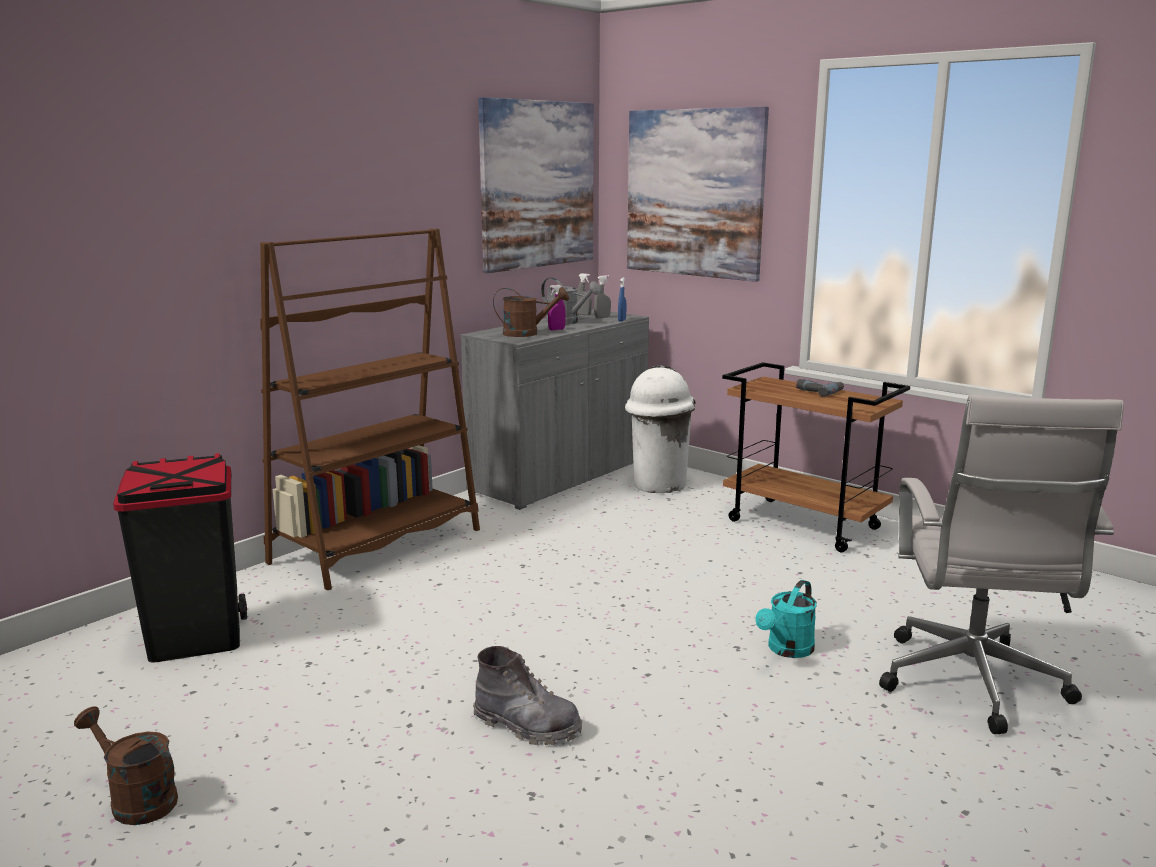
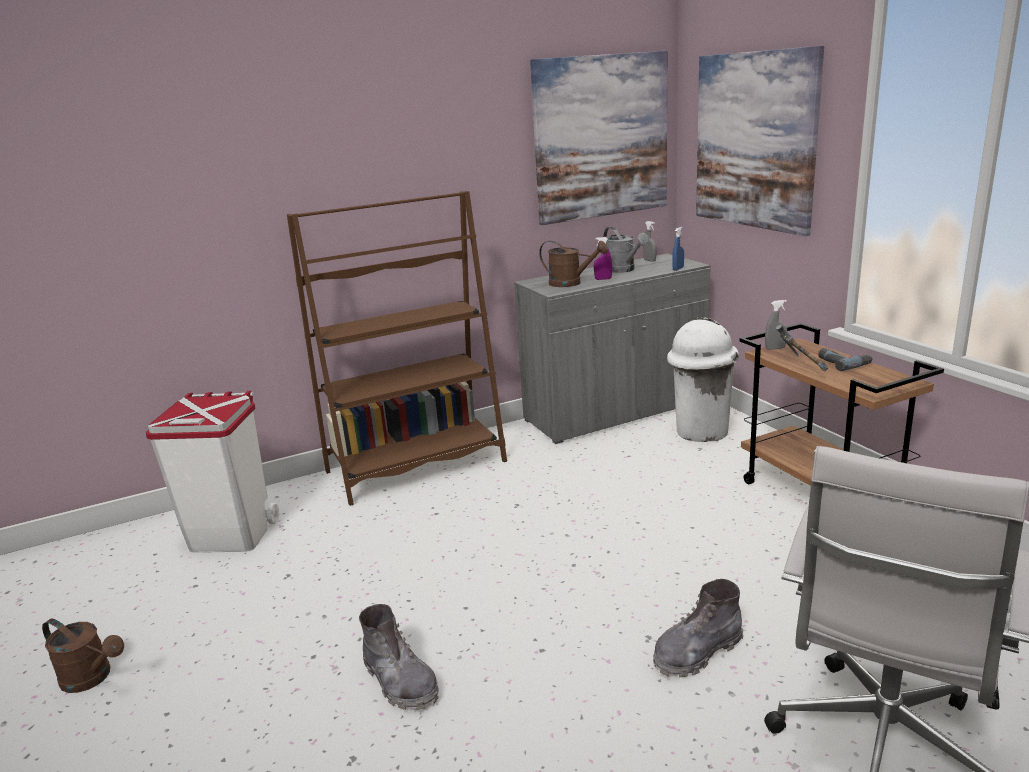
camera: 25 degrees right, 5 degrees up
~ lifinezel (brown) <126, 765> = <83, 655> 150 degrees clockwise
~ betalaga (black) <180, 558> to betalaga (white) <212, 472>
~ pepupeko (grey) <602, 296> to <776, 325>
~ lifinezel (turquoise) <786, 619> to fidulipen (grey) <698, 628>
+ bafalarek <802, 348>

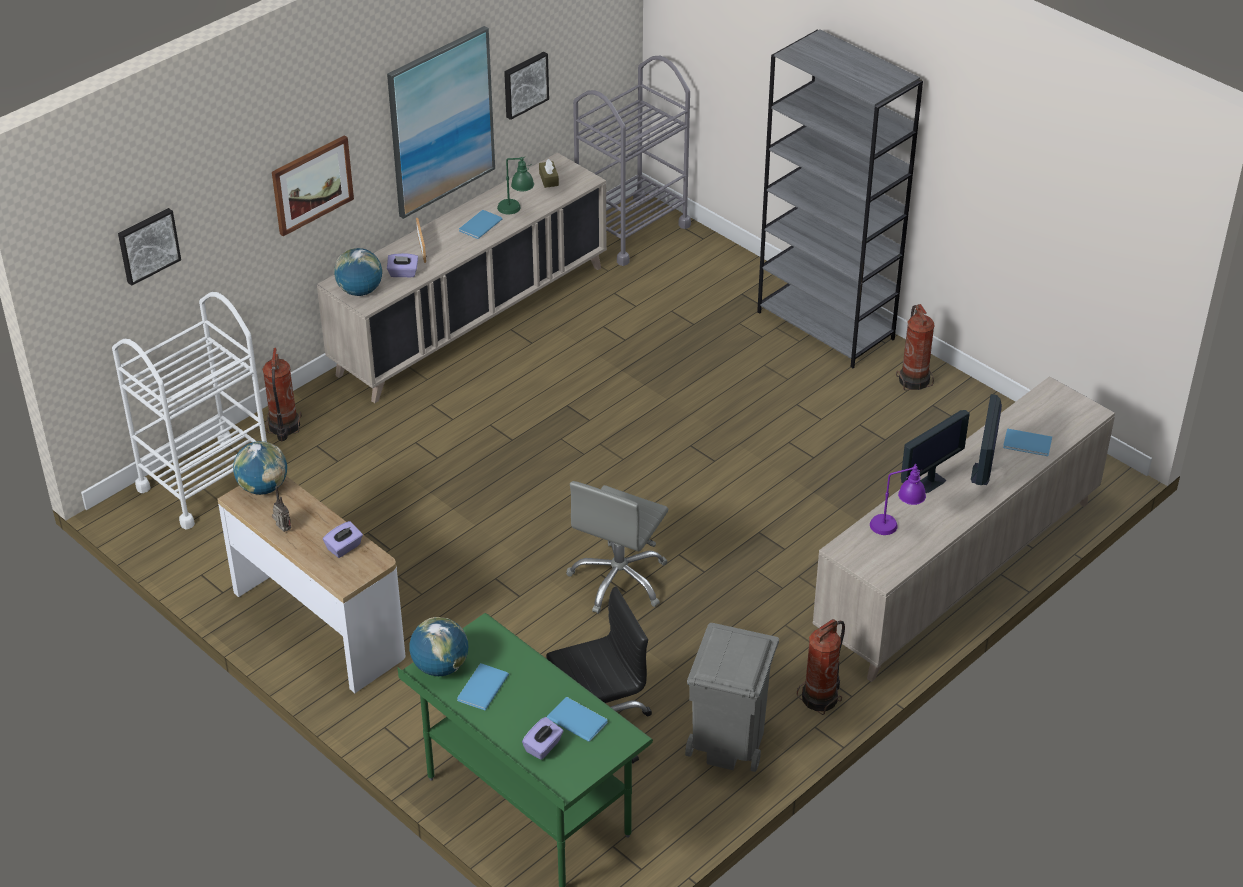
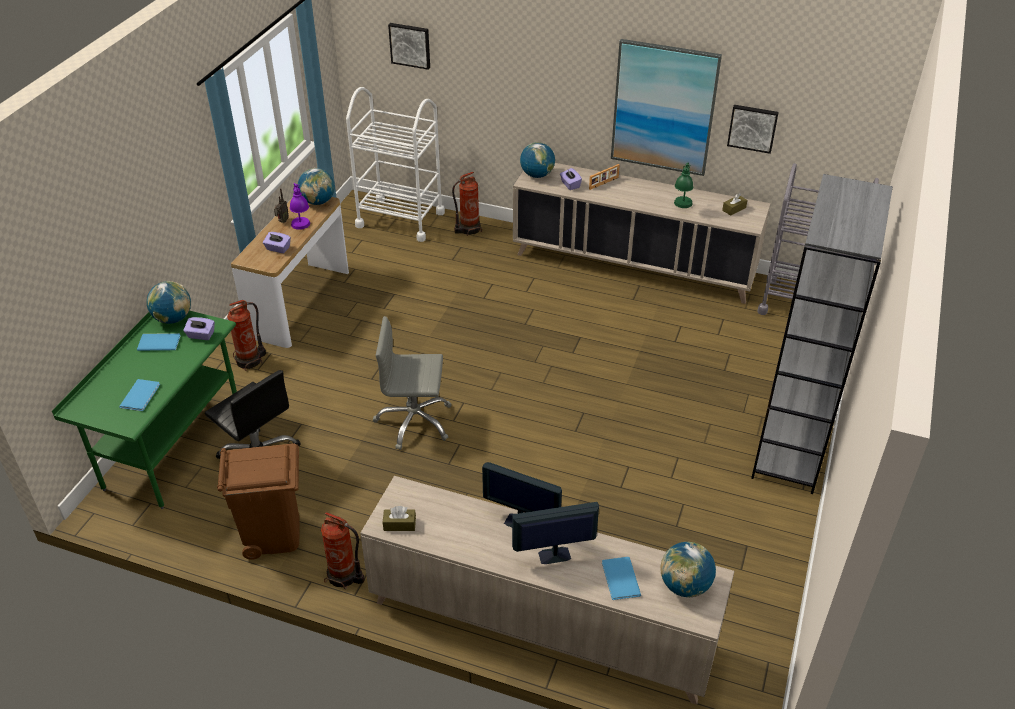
camera: 65 degrees right, 0 degrees up
- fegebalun <313, 185>
- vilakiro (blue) <481, 224>
~ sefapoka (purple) <542, 738> to <199, 328>
~ betalaga (grey) <732, 697> to betalaga (brown) <258, 501>
~ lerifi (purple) <898, 499> to <300, 206>
~ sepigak <915, 347> to <246, 335>
+ sefapoka (brown) <399, 518>
+ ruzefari <688, 569>

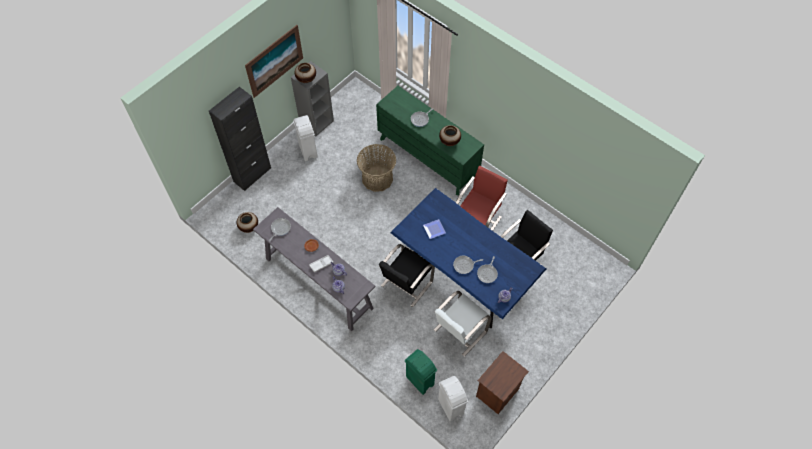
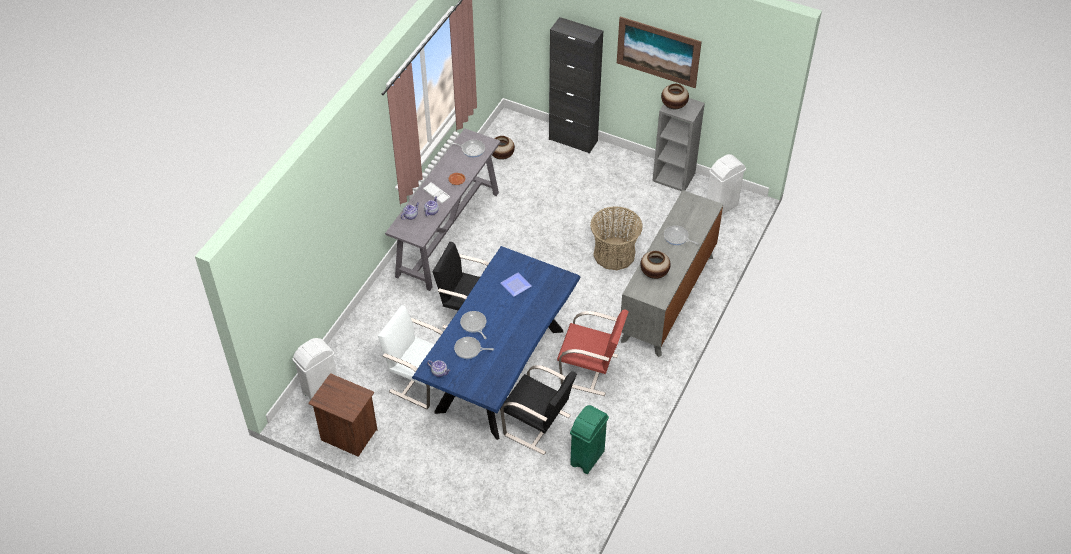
camera: 75 degrees right, 10 degrees down
~ betalaga (white) <305, 138> to <726, 184>
~ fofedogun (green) <430, 140> to fofedogun (grey) <672, 273>
~ betalaga (green) <421, 372> to <589, 439>

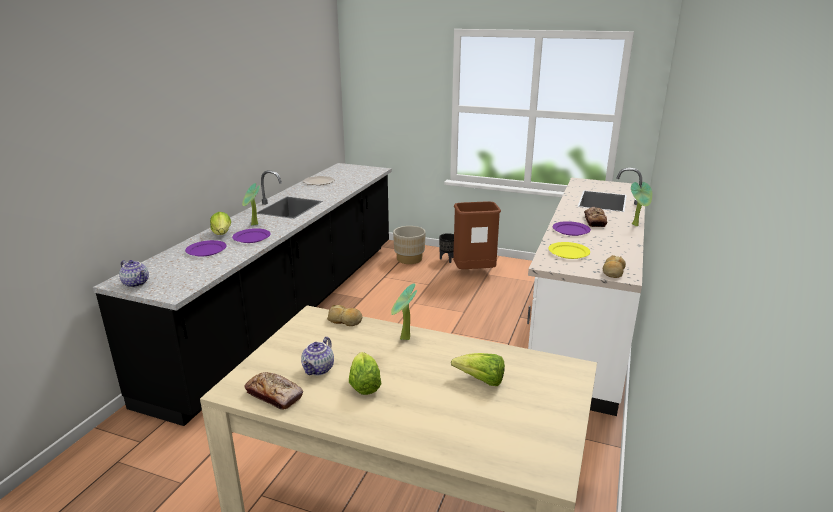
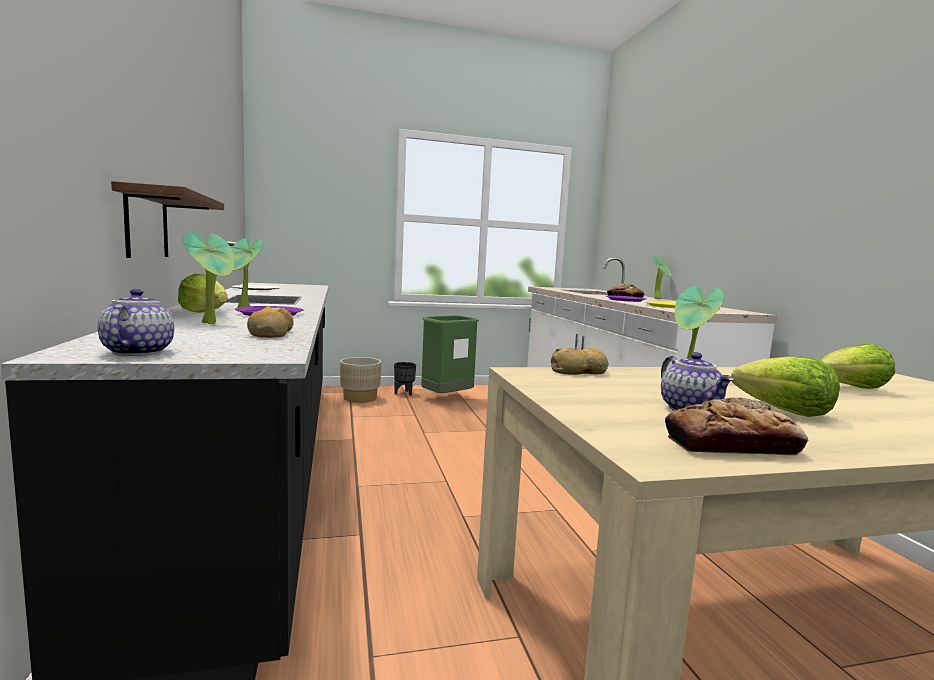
camera: 35 degrees left, 15 degrees down
~ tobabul <134, 274> = <136, 322> 105 degrees counterclockwise
~ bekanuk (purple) <206, 248> to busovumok <208, 278>
~ betalaga (brown) <477, 235> to betalaga (green) <450, 354>
~ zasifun <614, 266> to <270, 322>
+ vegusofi <167, 219>

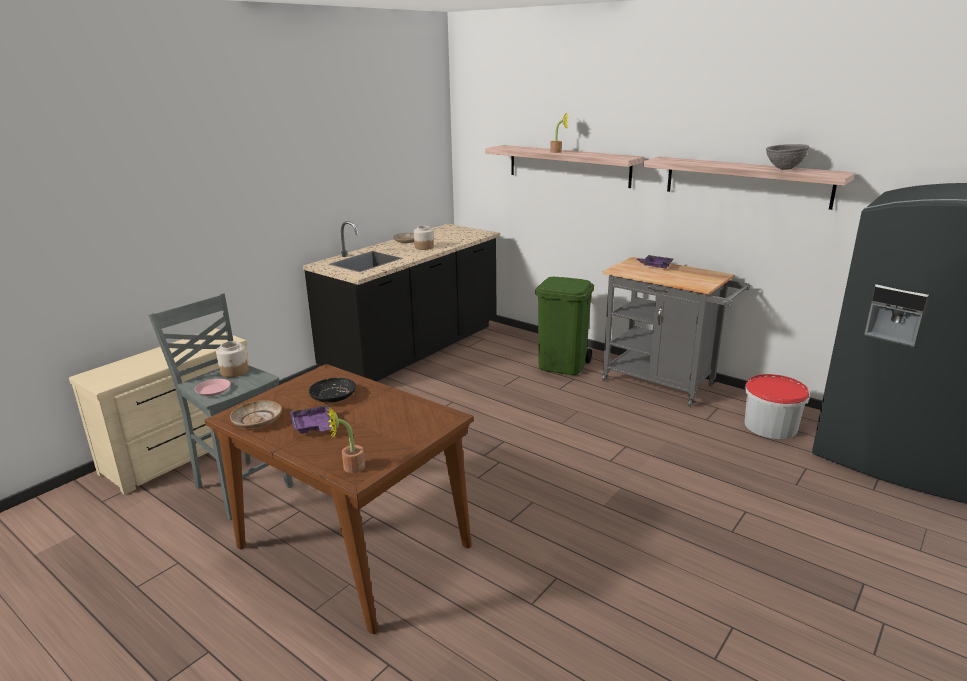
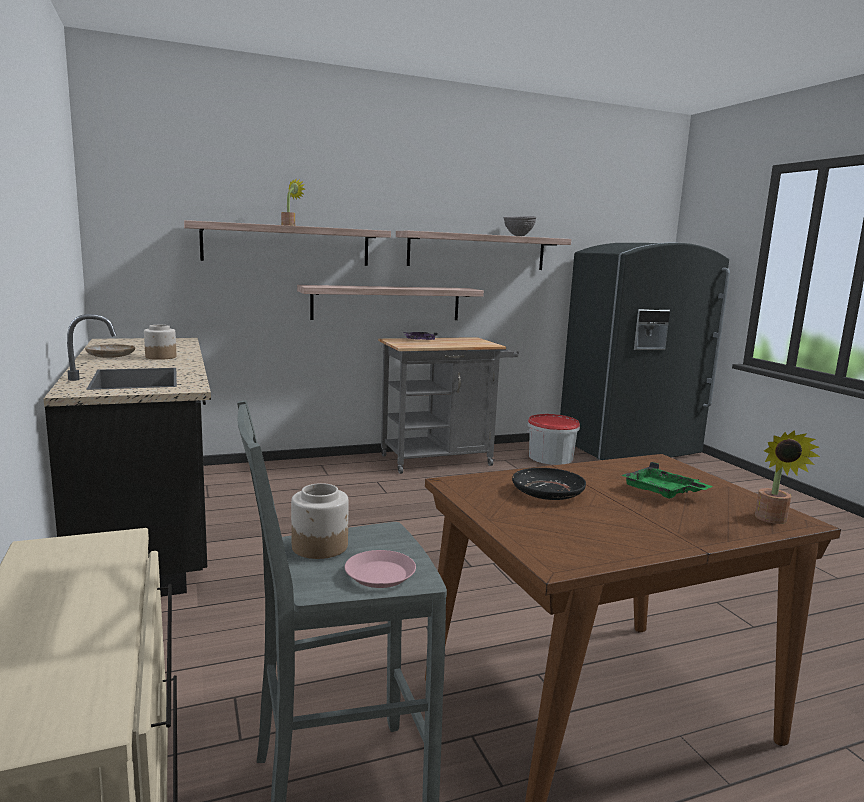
camera: 60 degrees left, 10 degrees down
- bekanuk (beige) <256, 414>
- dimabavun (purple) <311, 418>
- betalaga (green) <564, 326>
+ vegusofi <390, 302>
+ dimabavun (green) <667, 480>

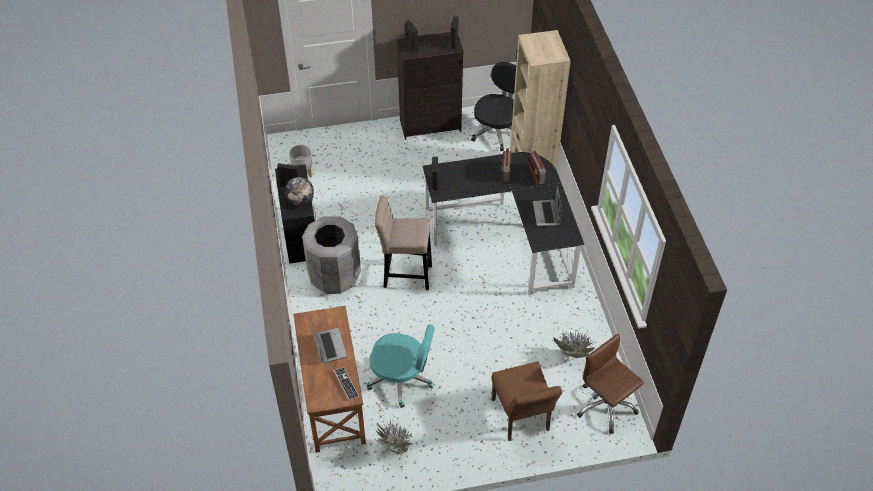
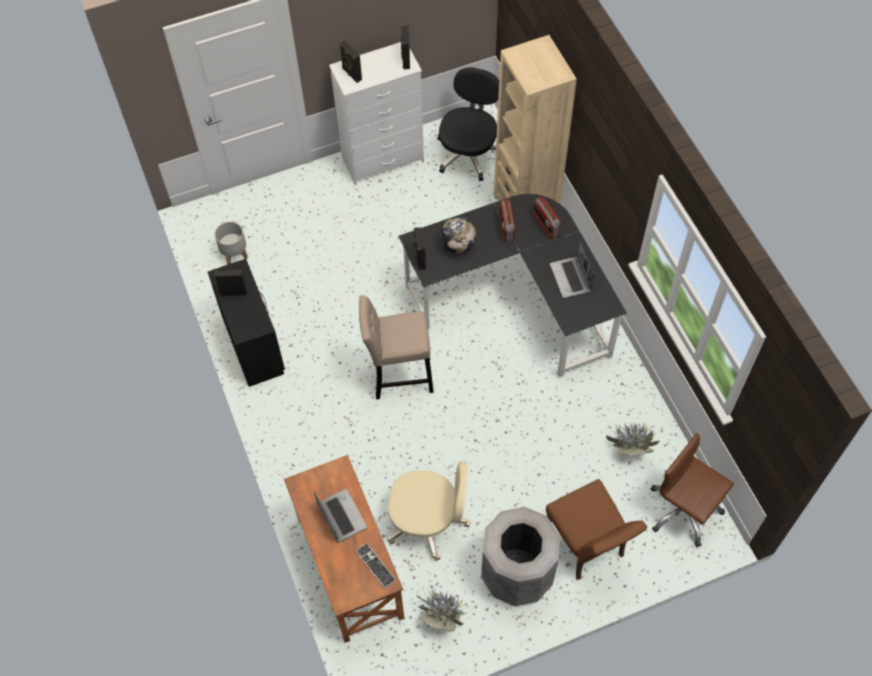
camera: 10 degrees left, 10 degrees up
~ ruzefari <299, 191> to <458, 235>
~ betalaga (grey) <331, 255> to <520, 556>
~ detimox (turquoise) <401, 366> to detimox (beige) <429, 511>
~ fofedogun (black) <430, 86> to fofedogun (white) <376, 113>

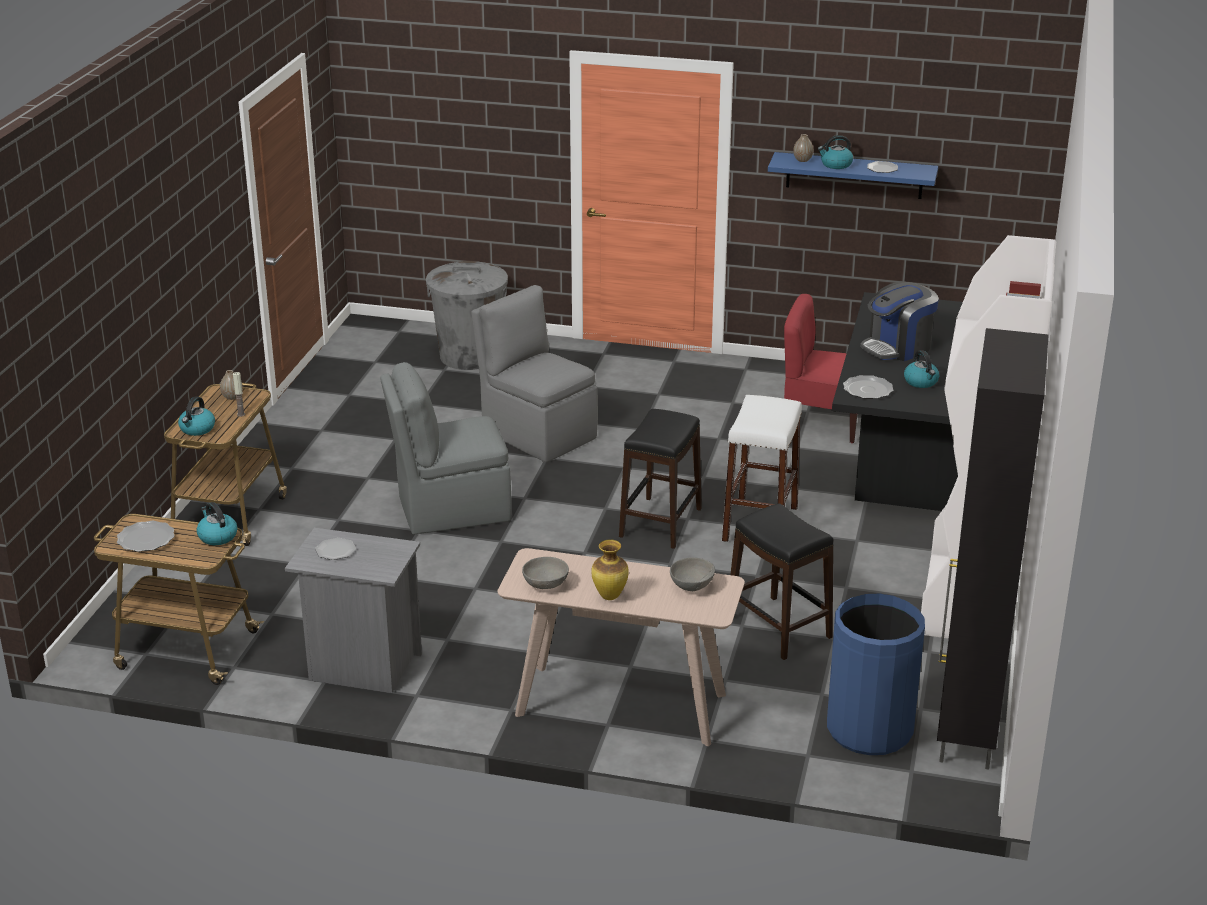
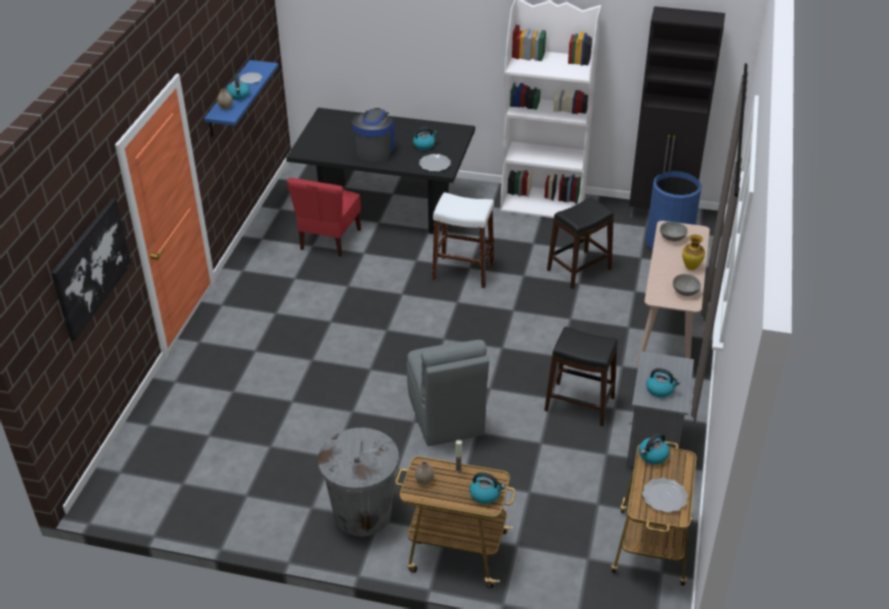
camera: 90 degrees left, 10 degrees up
~ bekanuk <335, 549> to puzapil <663, 383>
~ betalaga (grey) <467, 315> to <358, 482>
- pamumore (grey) <534, 373>
~ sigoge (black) <660, 479> to <581, 376>
~ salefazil <899, 321> = <373, 135> 135 degrees counterclockwise
+ fegebalun <91, 269>

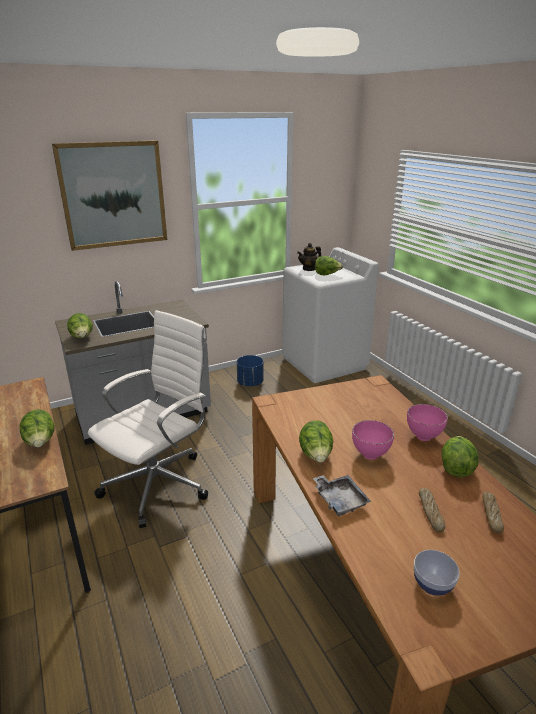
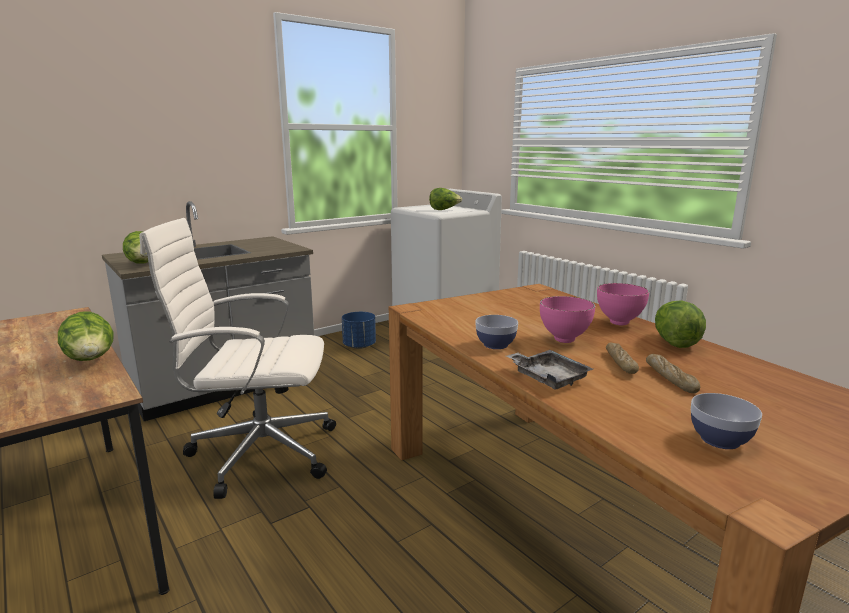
camera: 10 degrees left, 10 degrees down
- fegebalun <109, 195>
~ detimox (white) <148, 419> = <237, 358> 120 degrees counterclockwise
- tobabul <309, 257>
~ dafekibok <316, 441> to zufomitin <496, 332>
~ zasifun <493, 513> to <622, 358>

